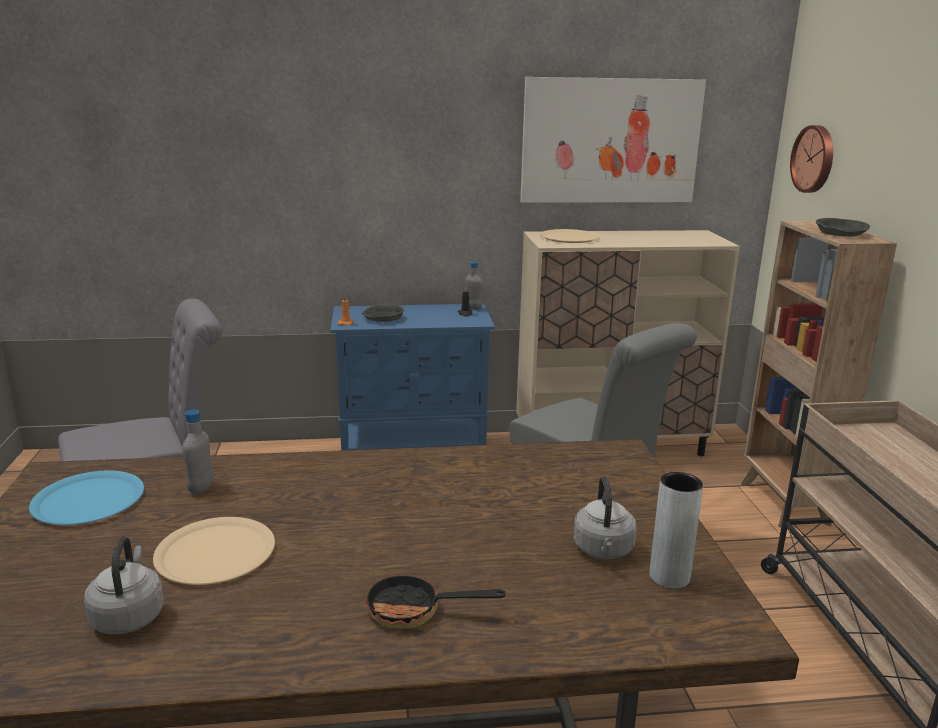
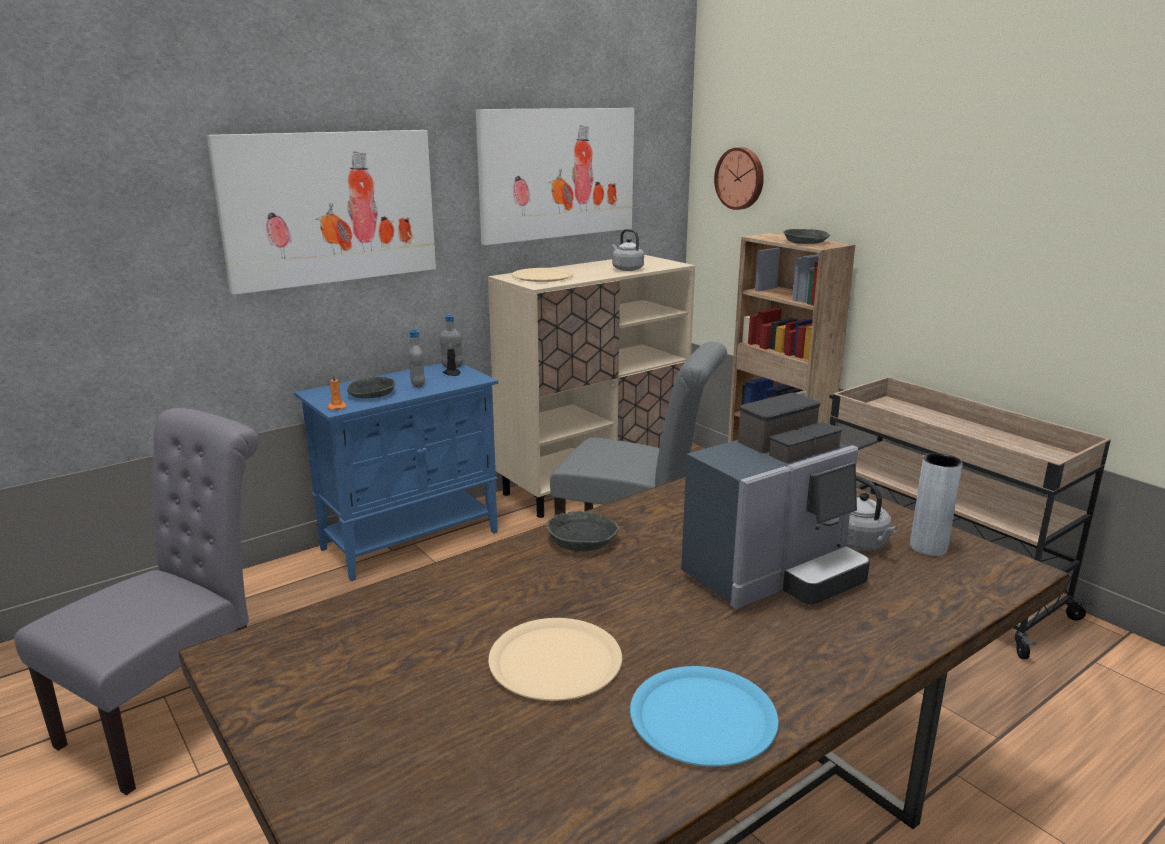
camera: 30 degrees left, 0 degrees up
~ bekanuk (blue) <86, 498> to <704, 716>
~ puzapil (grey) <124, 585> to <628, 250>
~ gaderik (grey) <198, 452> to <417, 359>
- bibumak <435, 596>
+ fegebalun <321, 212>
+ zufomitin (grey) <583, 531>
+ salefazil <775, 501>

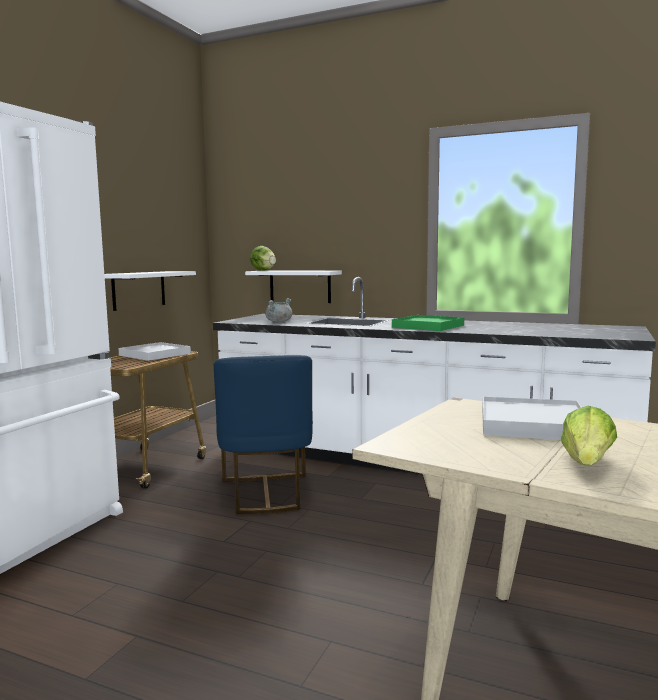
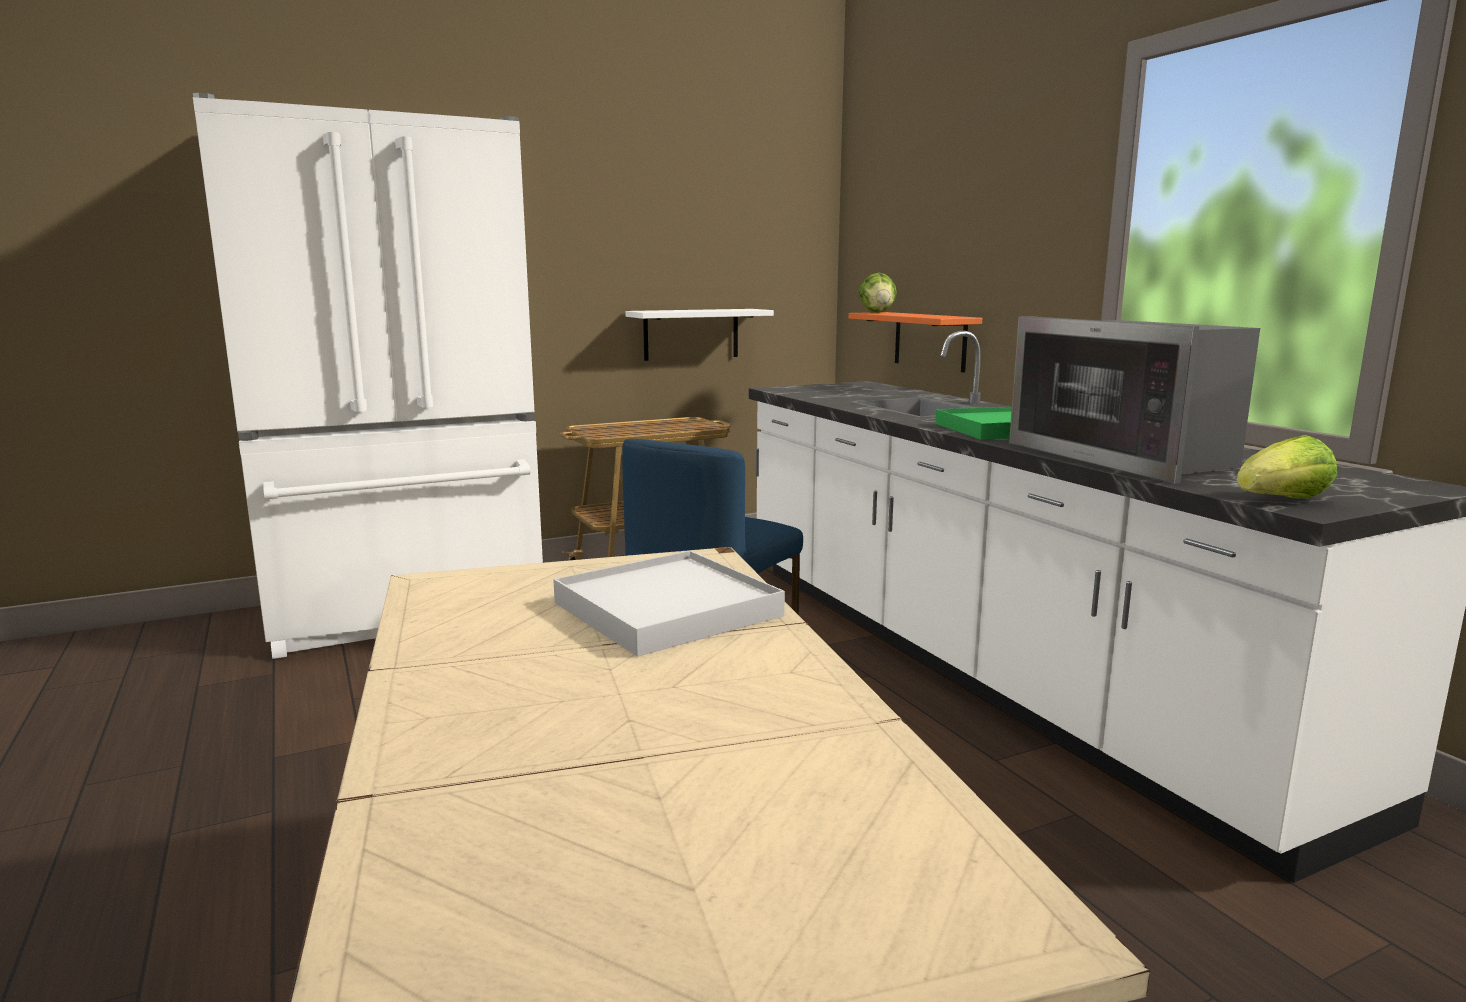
camera: 40 degrees right, 5 degrees up
- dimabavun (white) <154, 351>
~ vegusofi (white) <293, 287> to vegusofi (orange) <915, 342>
- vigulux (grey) <278, 310>
~ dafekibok <589, 436> to <1287, 467>
+ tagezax <1134, 400>

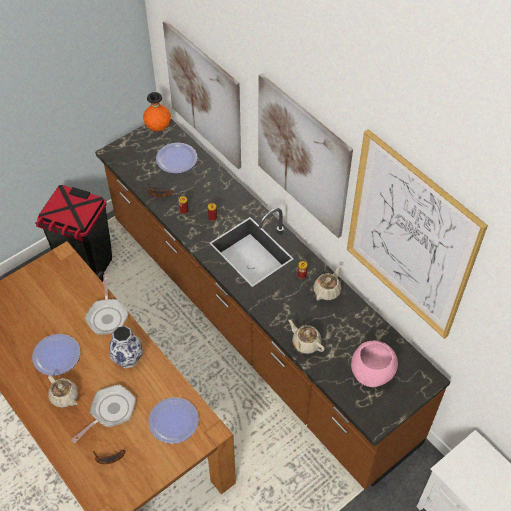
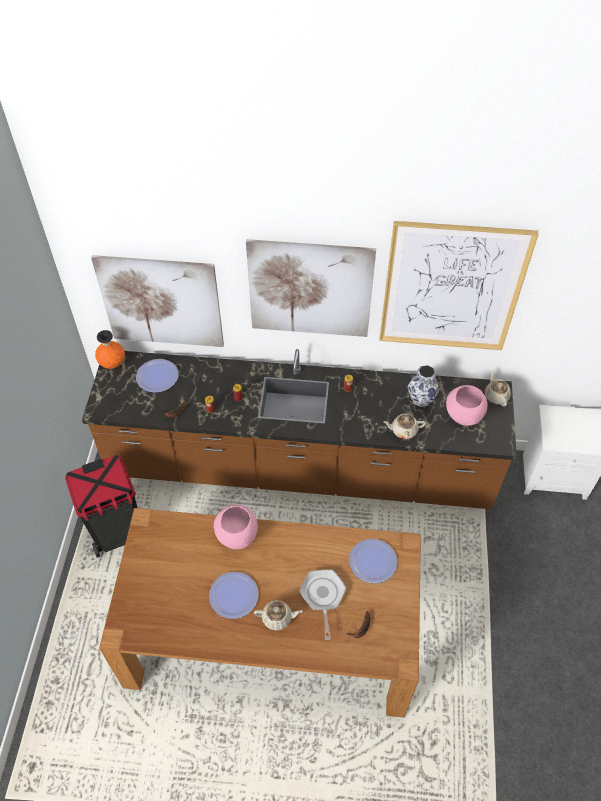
camera: 45 degrees left, 0 degrees up
~ bibumak <107, 304> to zufomitin (pink) <236, 527>
~ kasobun <126, 347> to <423, 386>
~ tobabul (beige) <327, 283> to <498, 388>

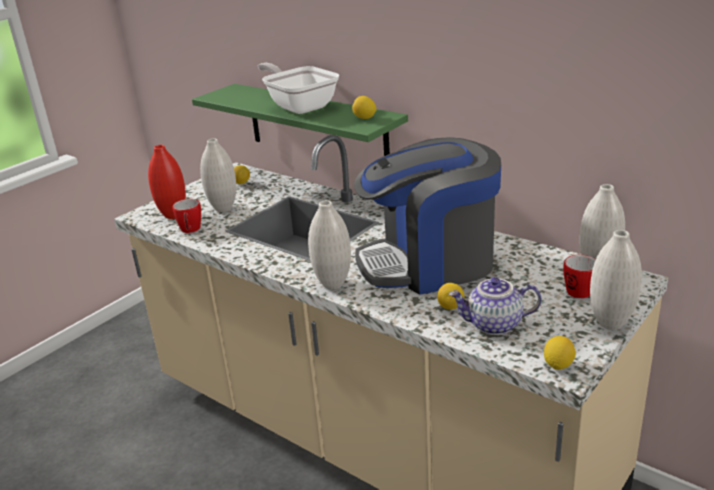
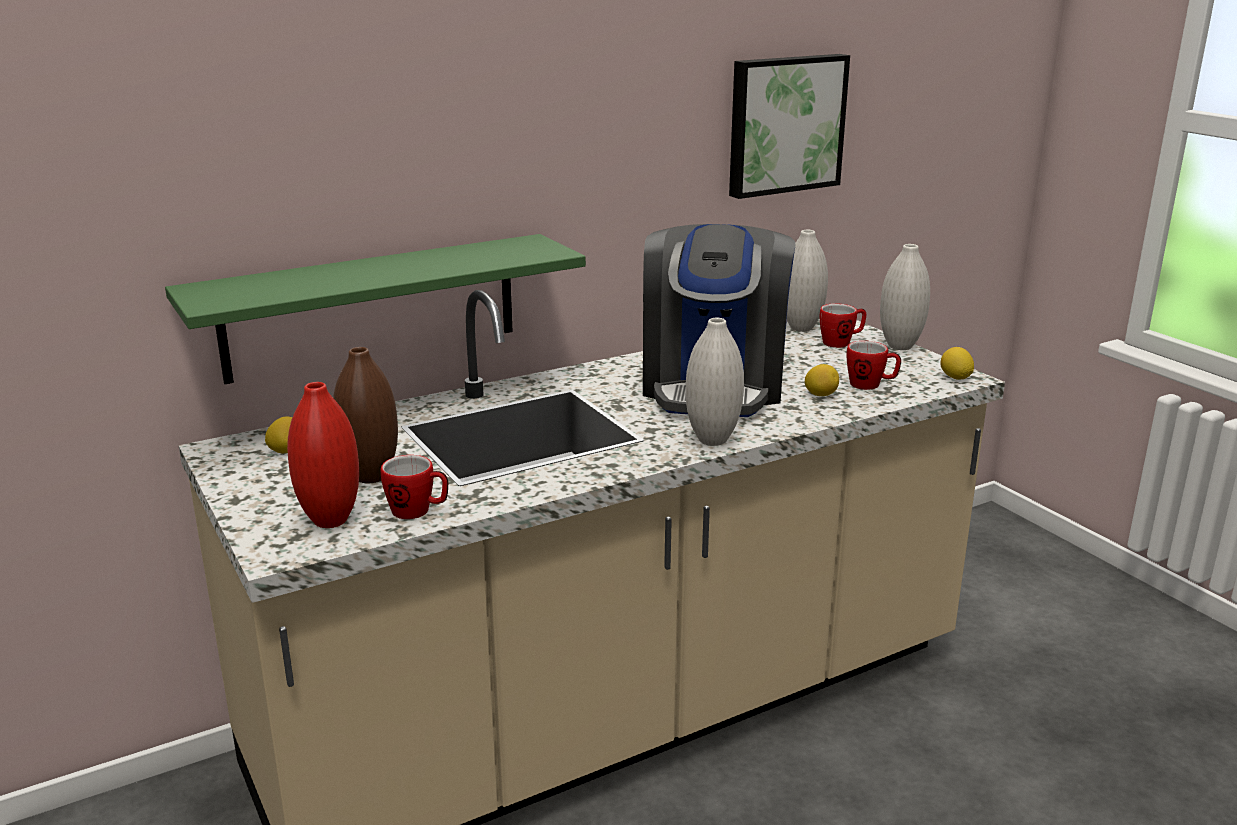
camera: 70 degrees left, 5 degrees down
~ kasobun (white) <218, 175> to kasobun (brown) <365, 415>
- bibumak <298, 88>
- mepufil <364, 107>
~ tobabul <495, 306> to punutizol <873, 365>
+ fegebalun <789, 126>

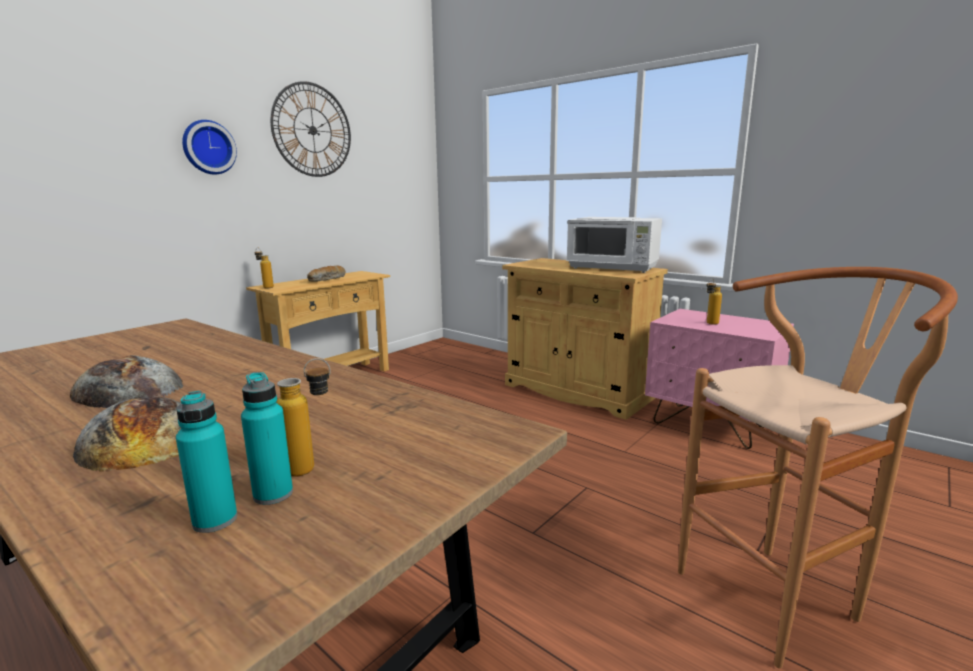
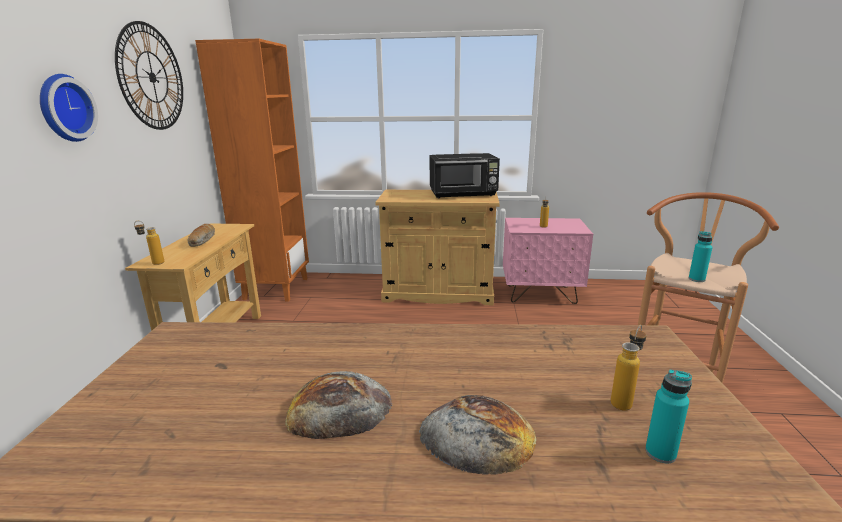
camera: 35 degrees left, 5 degrees up
~ gaderik (turquoise) <267, 438> to <701, 256>
~ tagezax (white) <614, 245> to tagezax (black) <465, 175>
+ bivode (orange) <252, 170>

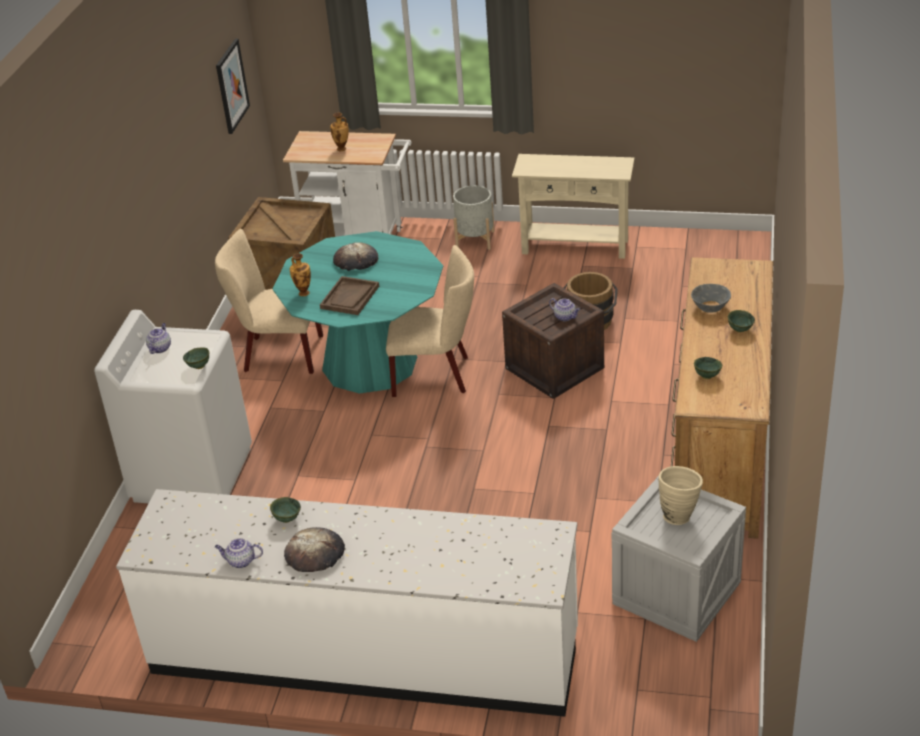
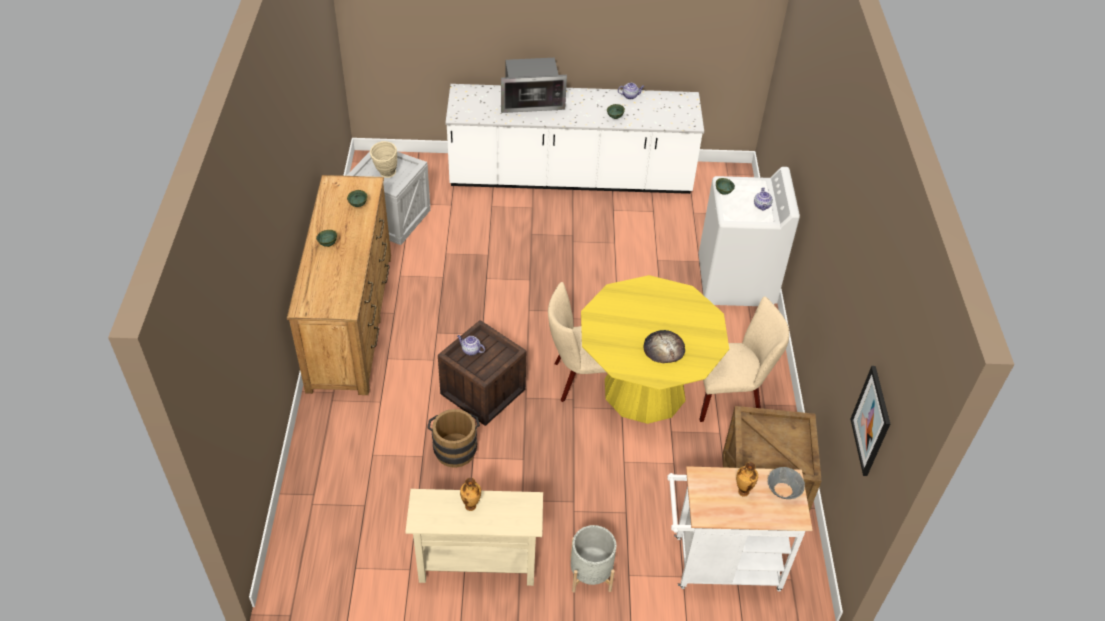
camera: 165 degrees right, 10 degrees up
~ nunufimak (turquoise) <358, 312> to nunufimak (yellow) <655, 349>
- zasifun <314, 549>
~ kasobun <300, 274> to <470, 494>
- dimabavun (brown) <349, 295>
~ zufomitin (grey) <711, 298> to <786, 483>
+ tagezax <534, 85>

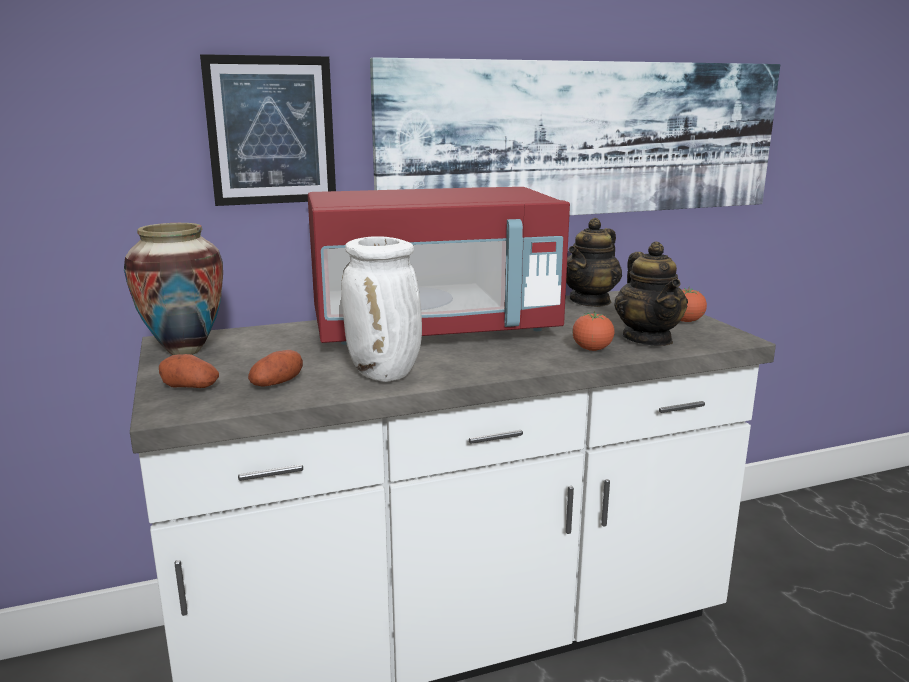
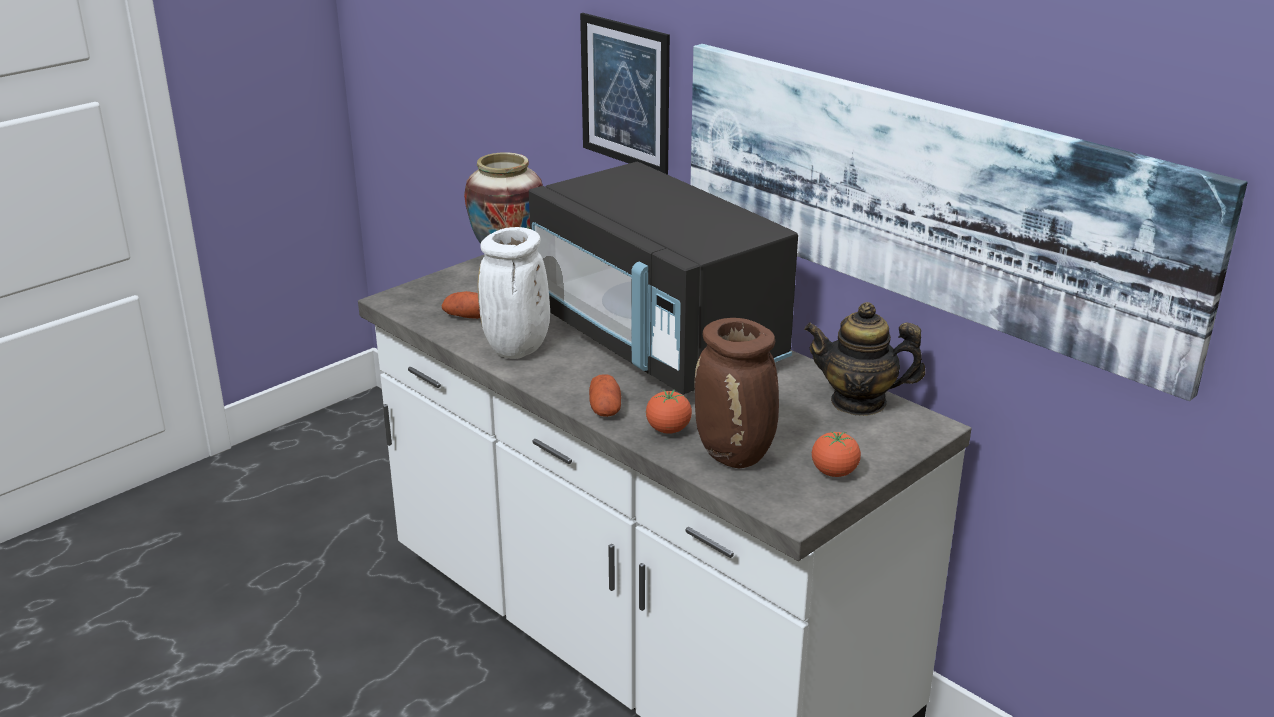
camera: 65 degrees right, 10 degrees up
~ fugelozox <189, 371> to <605, 395>
~ tagezax (red) <439, 266> to tagezax (black) <663, 278>
~ tobabul <651, 293> to kasobun (brown) <737, 393>

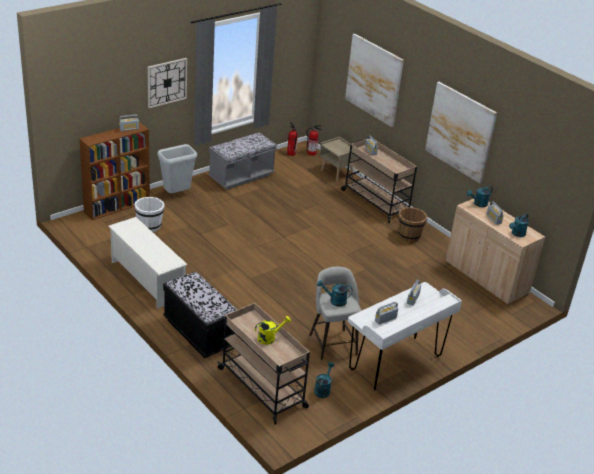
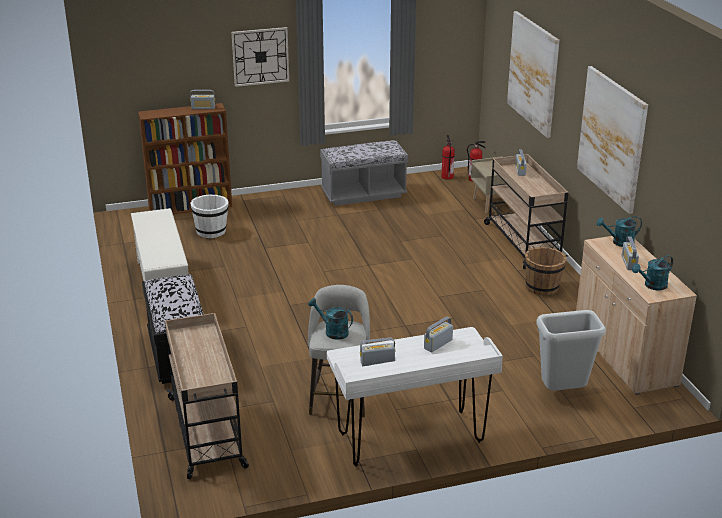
camera: 25 degrees right, 5 degrees down
~ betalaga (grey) <177, 168> to <571, 350>
- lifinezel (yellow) <273, 330>
- lifinezel (turquoise) <324, 380>

